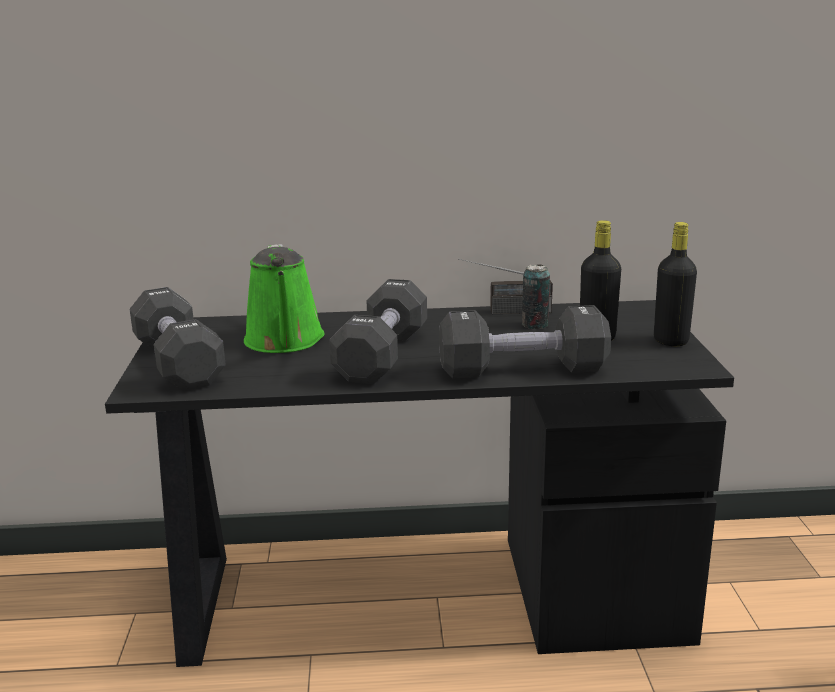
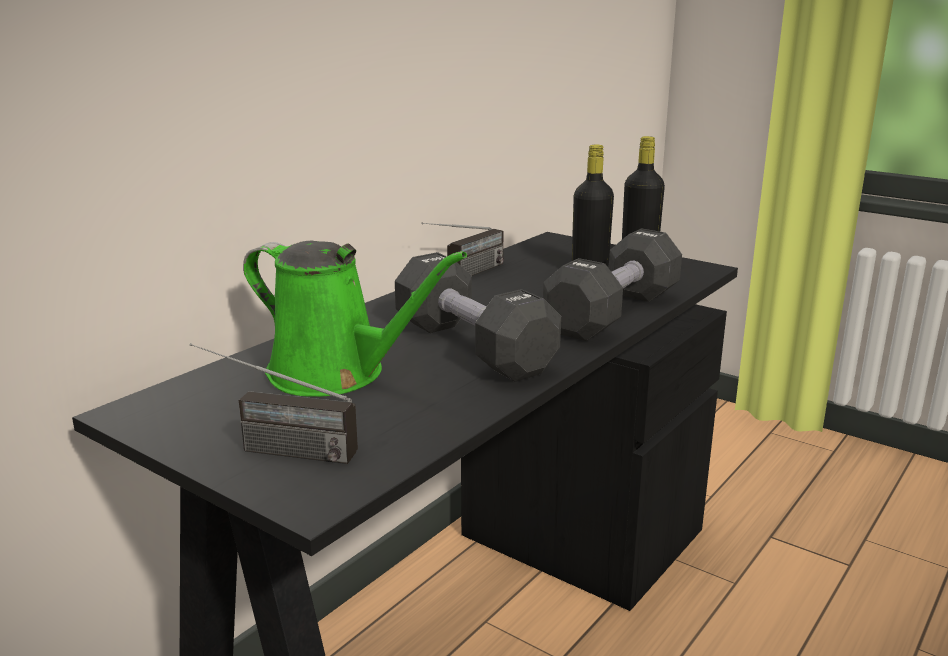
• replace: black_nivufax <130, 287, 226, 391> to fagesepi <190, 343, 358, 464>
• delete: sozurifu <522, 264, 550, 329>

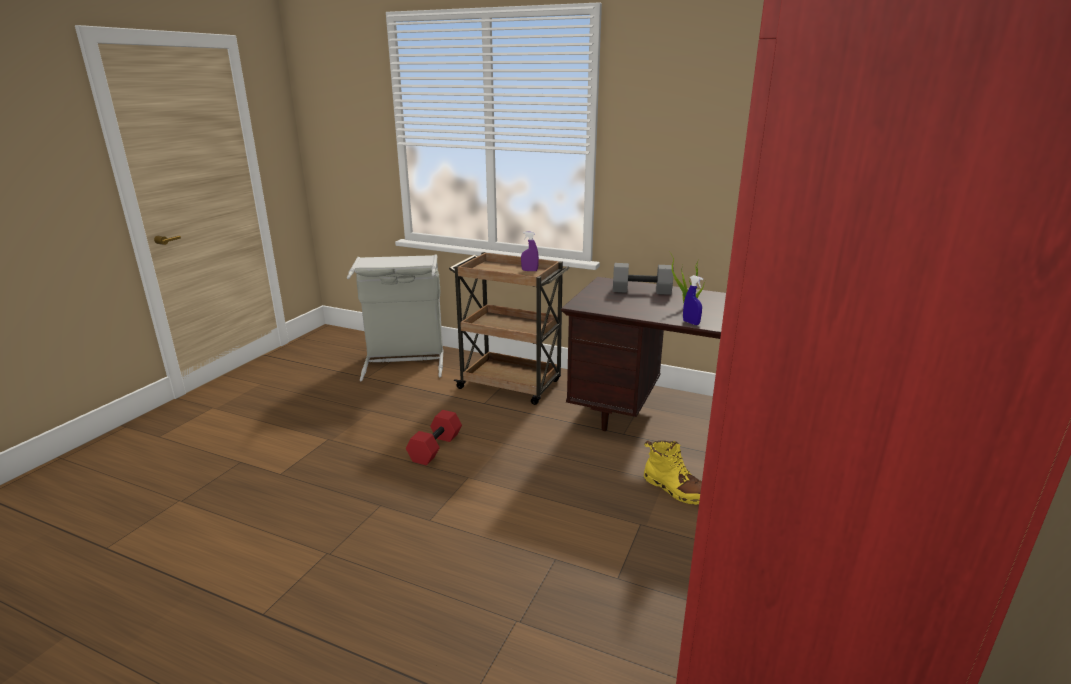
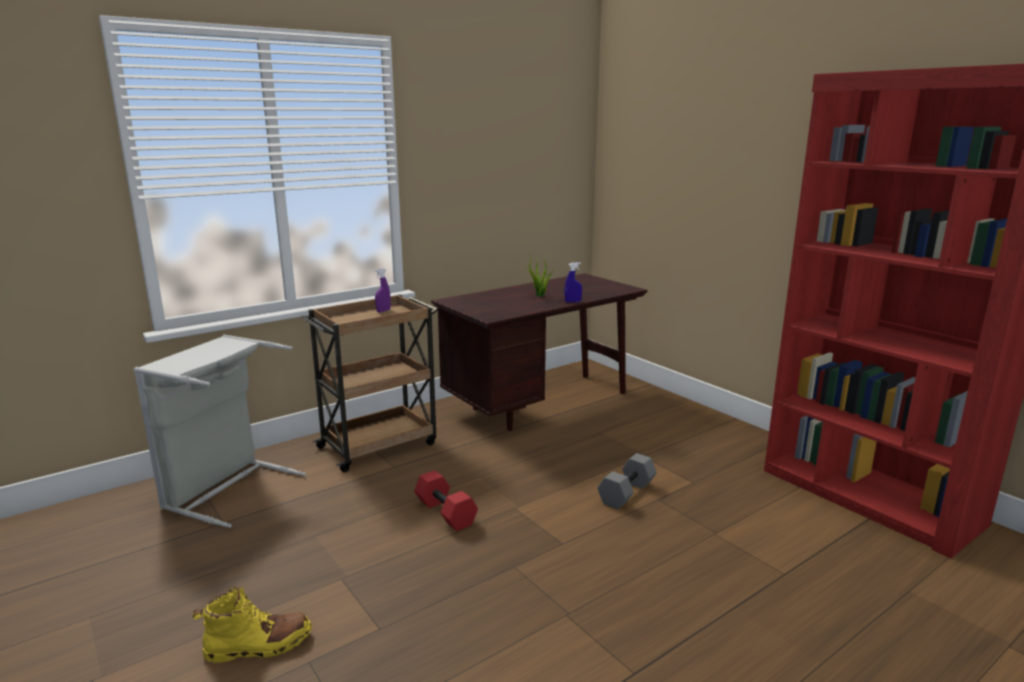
• move: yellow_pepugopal <644, 441, 702, 505> to <193, 587, 312, 664>
• move: grey_nivufax <613, 263, 674, 295> to <597, 453, 657, 509>

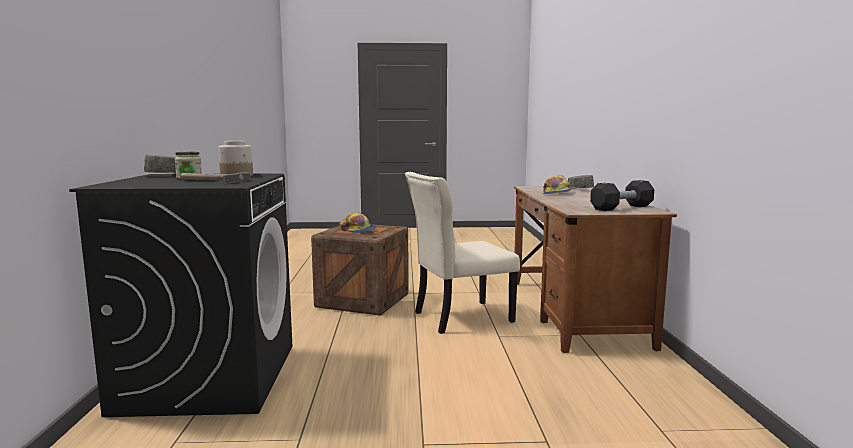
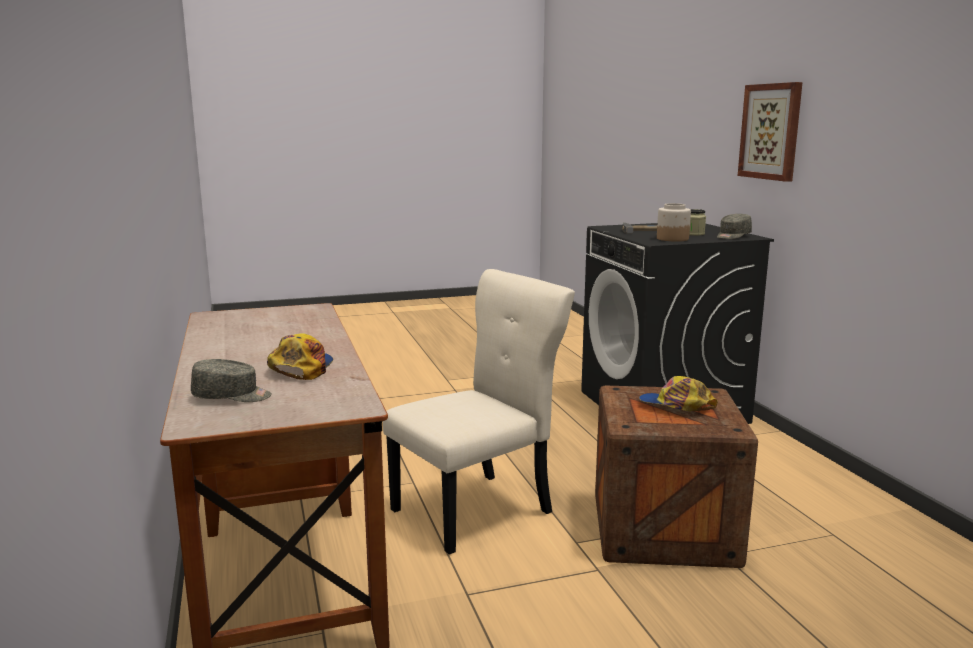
• insert: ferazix <738, 82, 803, 182>
• delete: black_nivufax <590, 180, 654, 211>

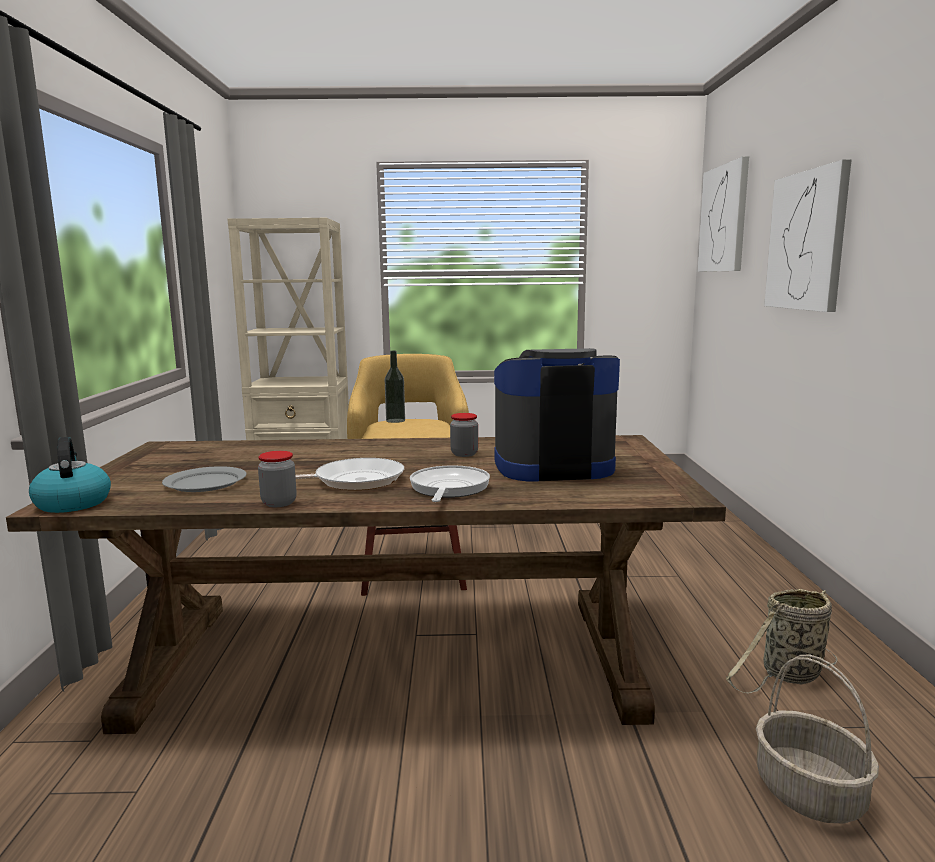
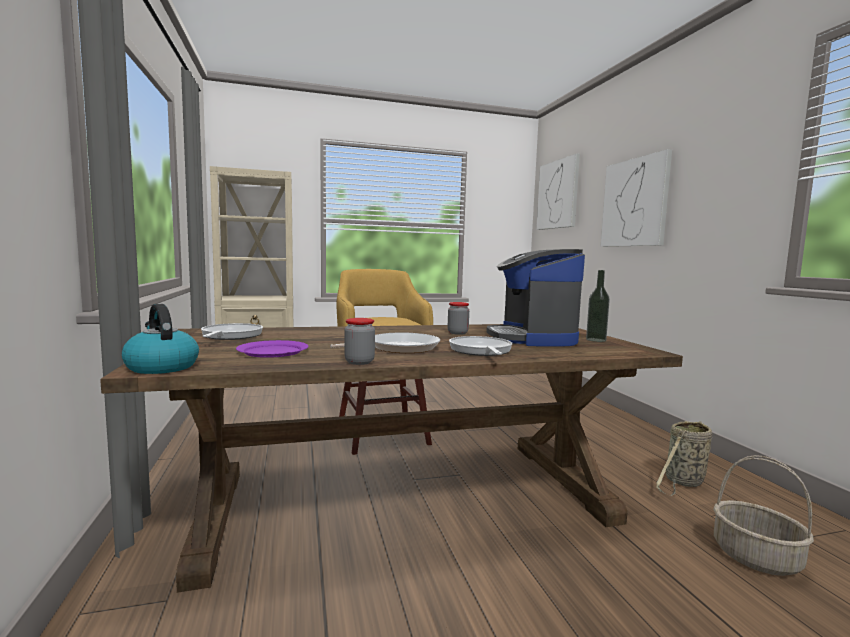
• insert: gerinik <201, 323, 263, 340>
• recolor: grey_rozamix <162, 466, 247, 492> to purple_rozamix <236, 340, 309, 358>
• rotate: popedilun <494, 348, 620, 482> = <487, 249, 585, 347> 75 degrees counterclockwise
• move: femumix <385, 350, 405, 423> to <586, 270, 610, 342>

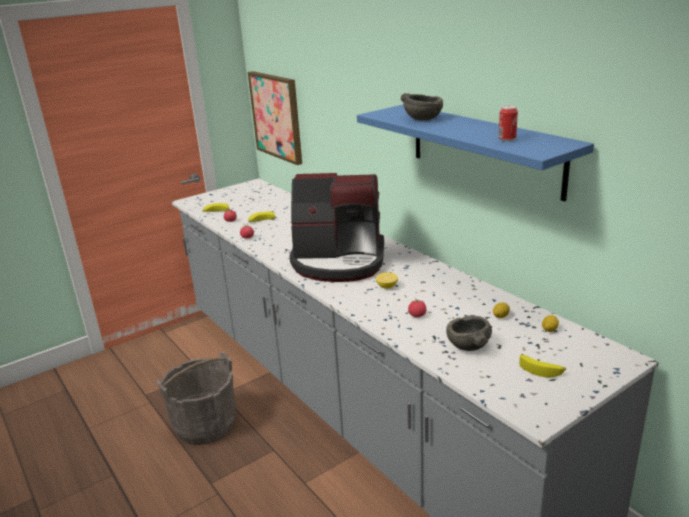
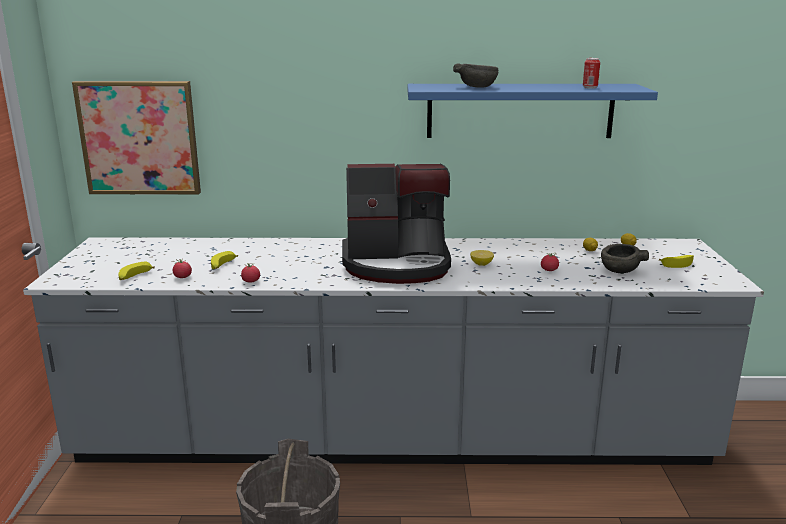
• rotate: popedilun <290, 173, 384, 282> = <342, 164, 451, 284> 45 degrees clockwise

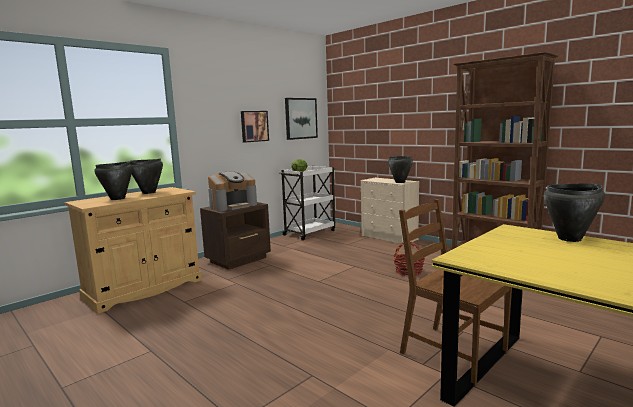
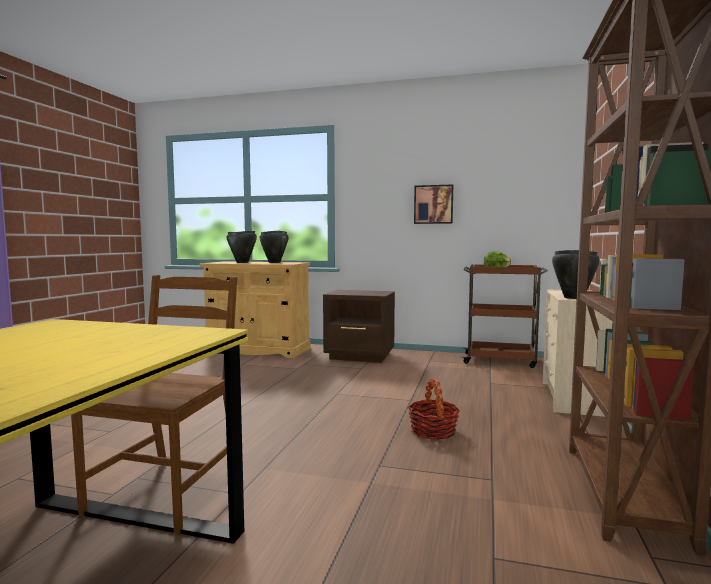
• recolor: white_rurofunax <280, 166, 335, 240> to brown_rurofunax <461, 264, 548, 368>
• delete: popedilun <208, 172, 257, 211>
• delete: ferazix <285, 98, 318, 140>
• delete: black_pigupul <544, 183, 605, 242>

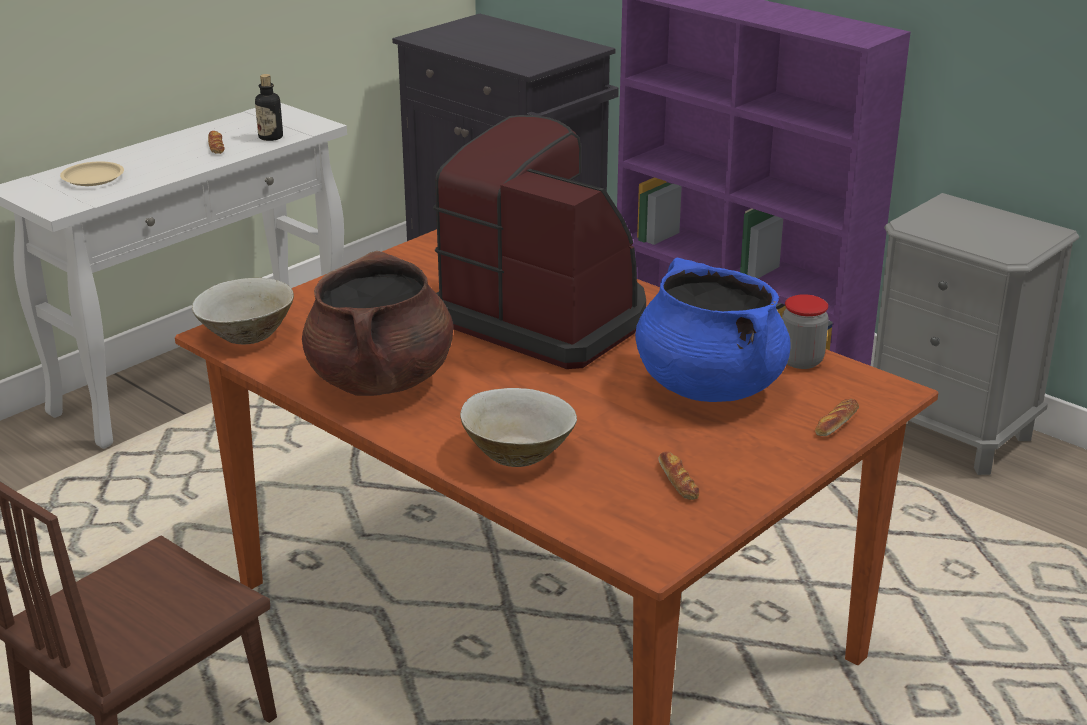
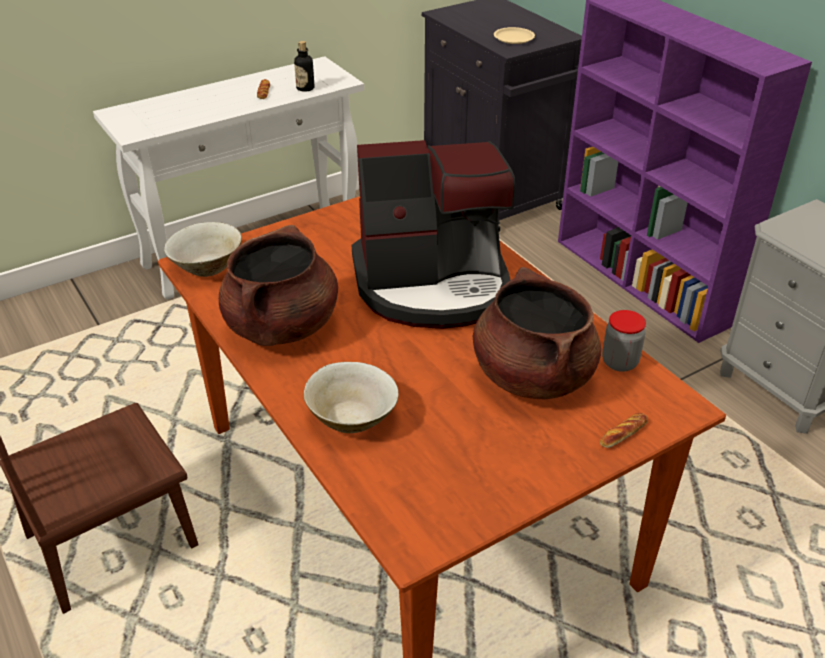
• rotate: popedilun <433, 115, 646, 369> = <352, 140, 515, 329> 120 degrees clockwise
• recolor: blue_pigupul <635, 257, 791, 402> to brown_pigupul <473, 267, 601, 399>
• move: beige_rozamix <60, 161, 124, 186> to <494, 27, 535, 44>
• delete: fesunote <658, 452, 699, 500>

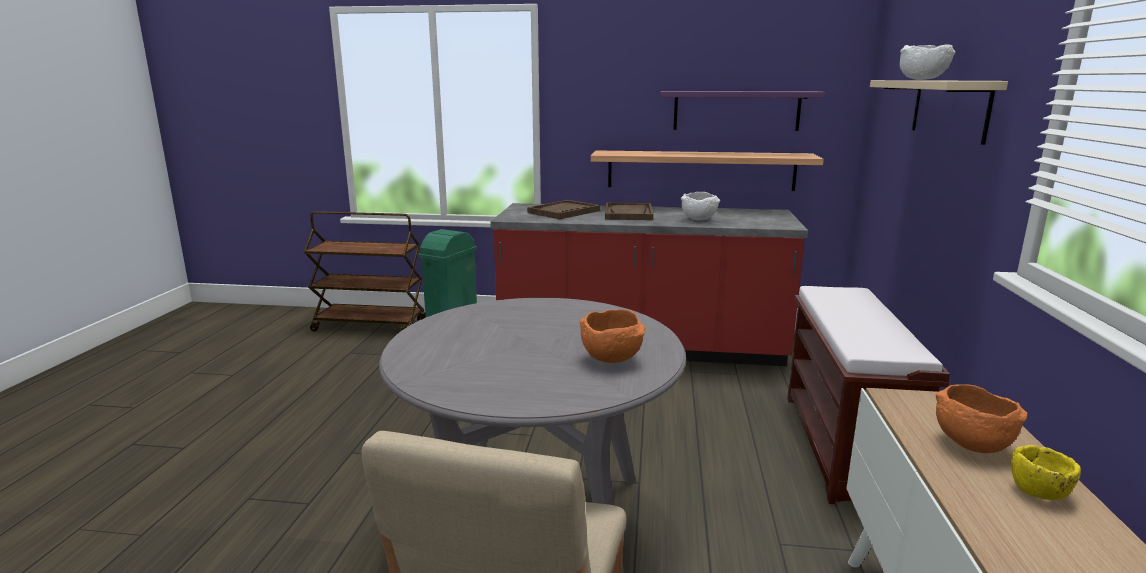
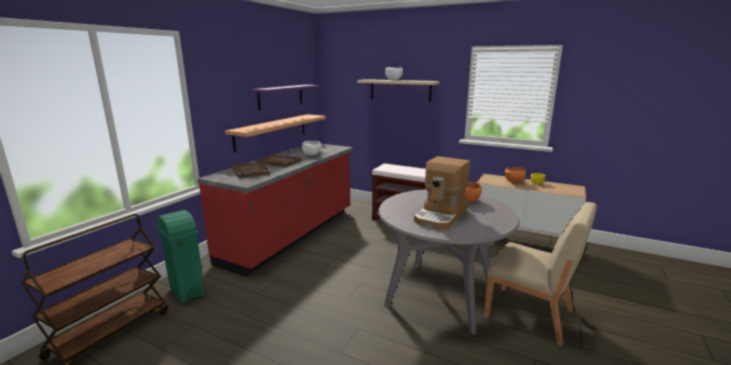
• insert: popedilun <414, 156, 470, 230>

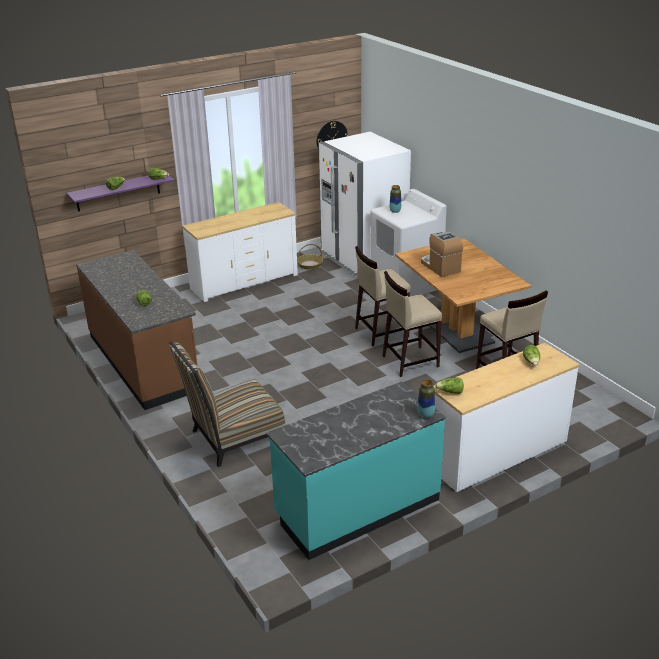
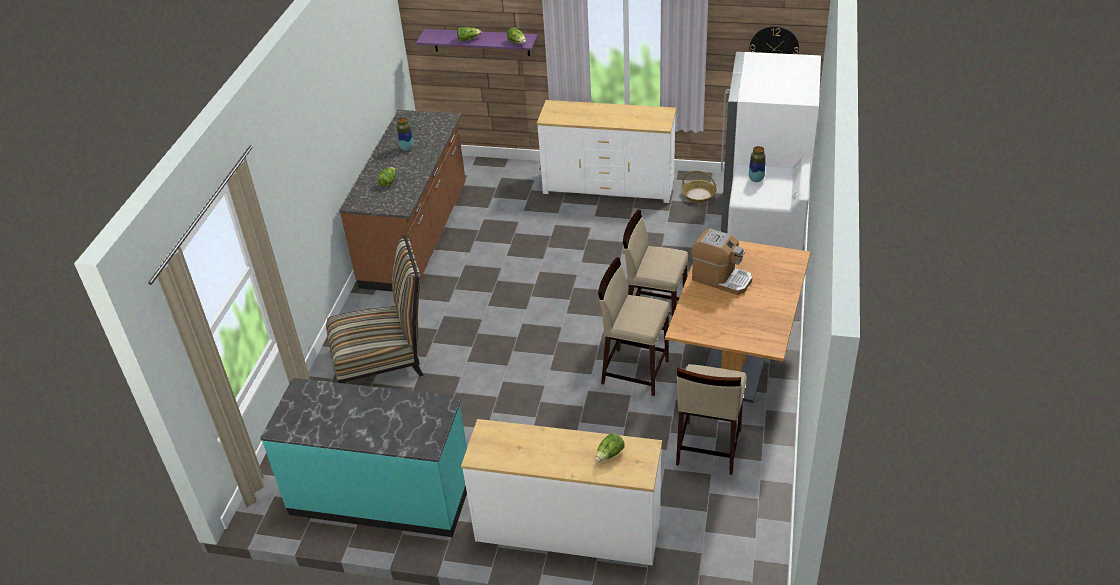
• rotate: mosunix <169, 341, 286, 467> = <326, 235, 423, 384> 150 degrees clockwise
• move: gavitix <417, 379, 435, 418> to <397, 117, 414, 151>
• rotate: popedilun <421, 231, 463, 277> = <691, 229, 752, 295> 105 degrees clockwise
• delete: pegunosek <435, 378, 463, 394>

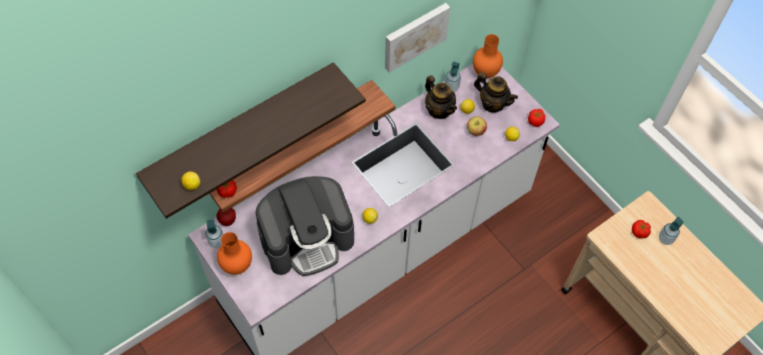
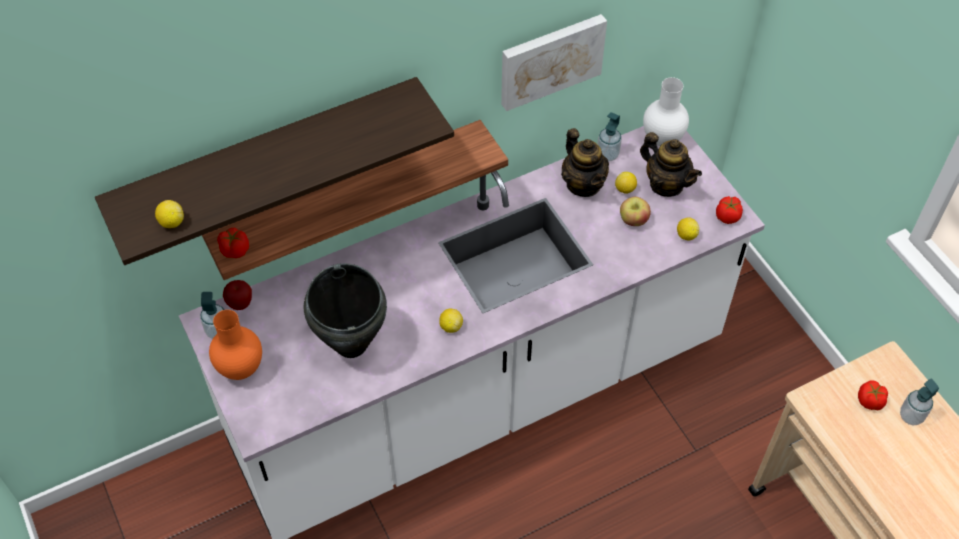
• replace: popedilun <256, 176, 354, 276> to black_pigupul <304, 263, 387, 358>
• recolor: orange_gavitix <473, 34, 503, 78> to white_gavitix <643, 77, 689, 146>

